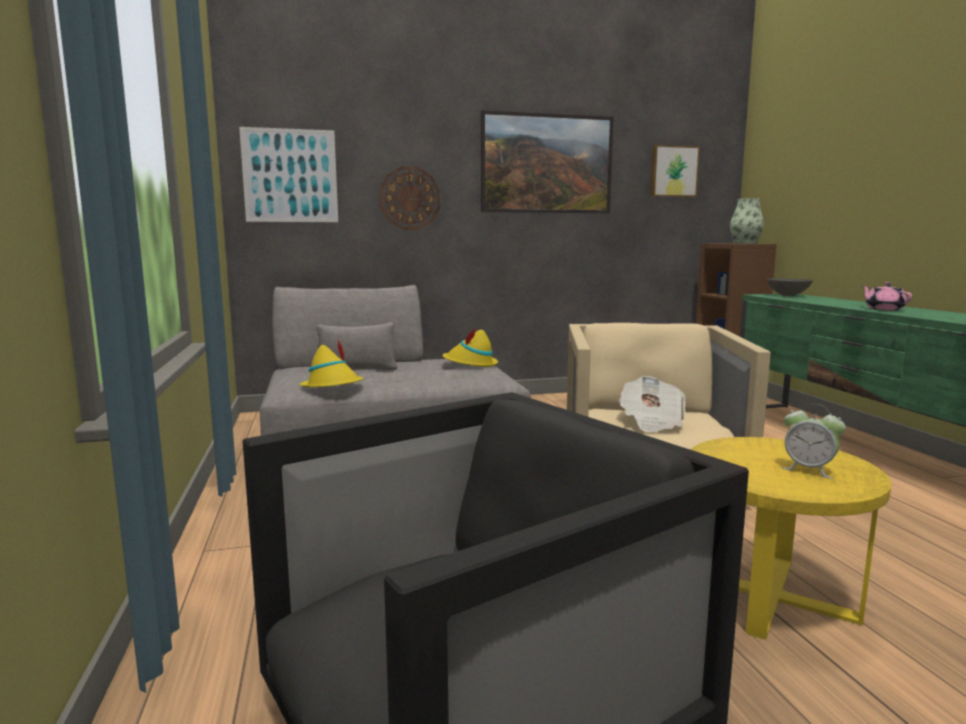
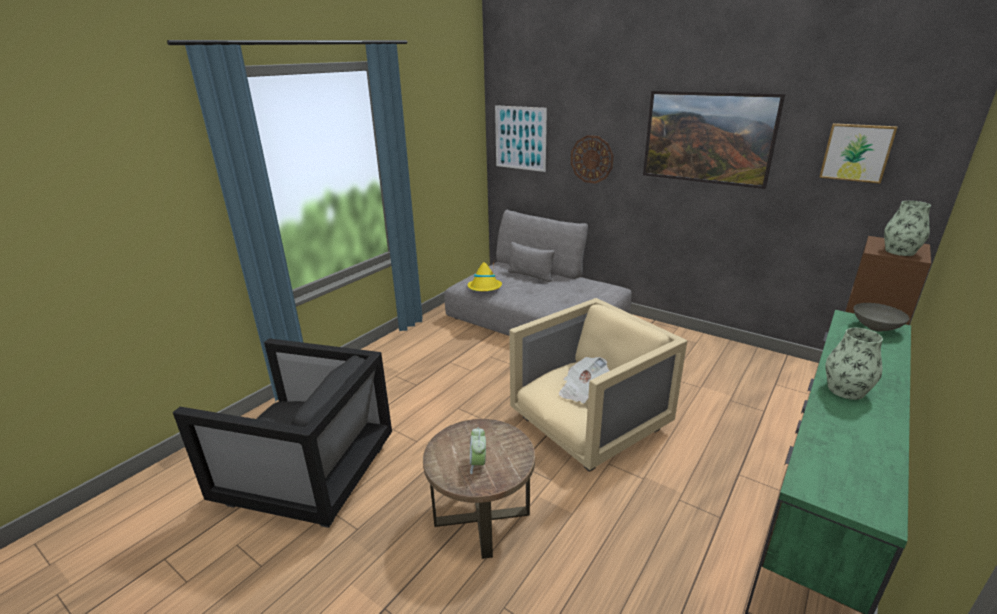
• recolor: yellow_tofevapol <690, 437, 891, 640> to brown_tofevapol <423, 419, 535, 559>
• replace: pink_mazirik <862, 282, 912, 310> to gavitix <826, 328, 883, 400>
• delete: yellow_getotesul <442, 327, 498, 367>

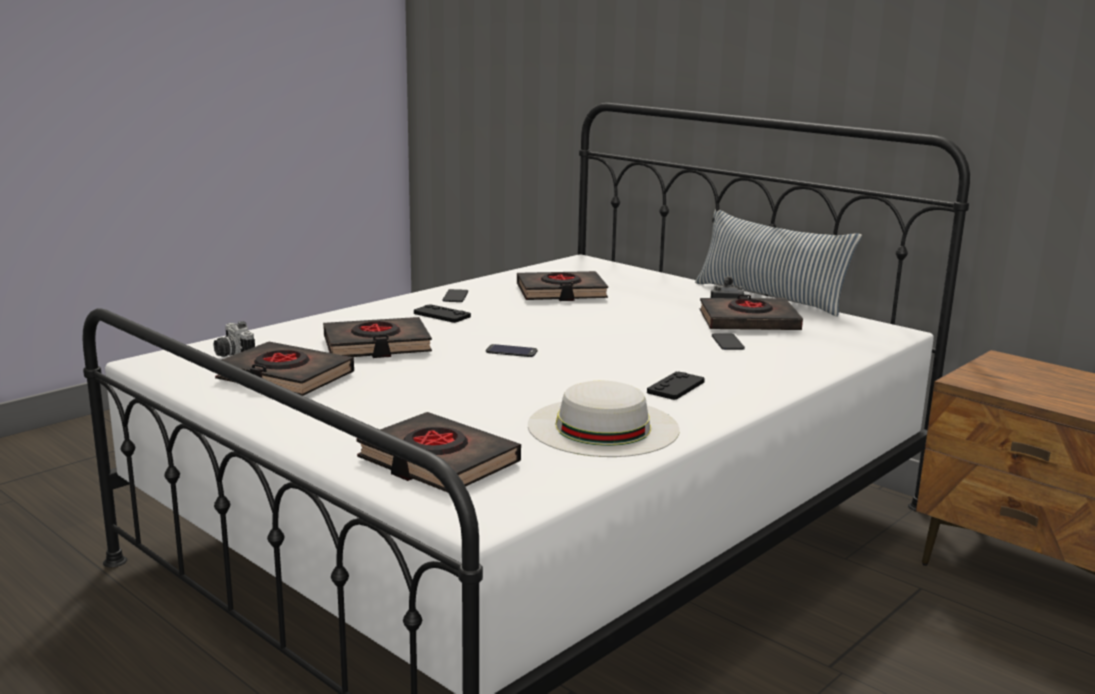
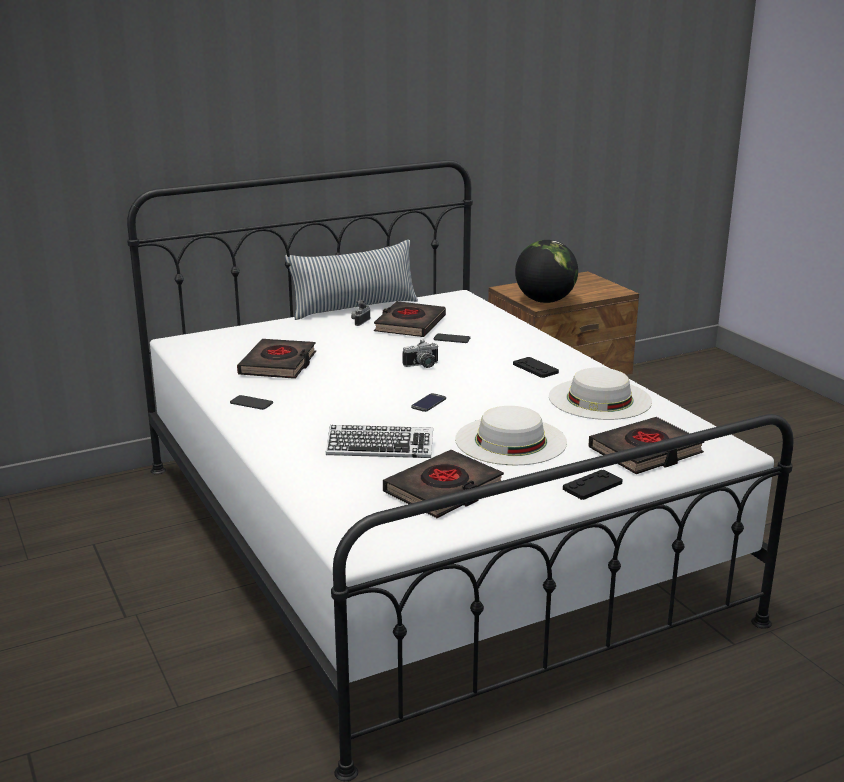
• replace: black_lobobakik <323, 317, 432, 358> to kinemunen <326, 425, 433, 458>
• move: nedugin <214, 321, 255, 357> to <402, 340, 438, 368>
• insert: white_getotesul <455, 406, 567, 465>
• insert: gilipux <515, 240, 578, 303>
• move: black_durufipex <414, 304, 471, 323> to <563, 470, 622, 500>

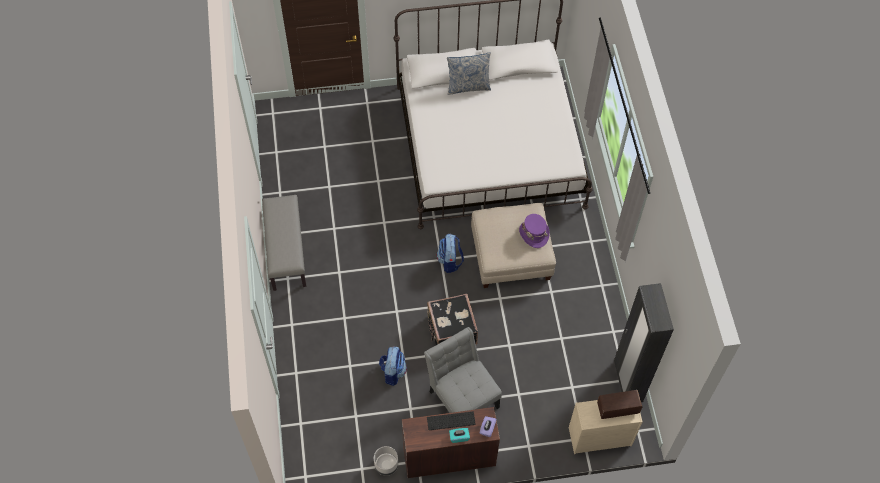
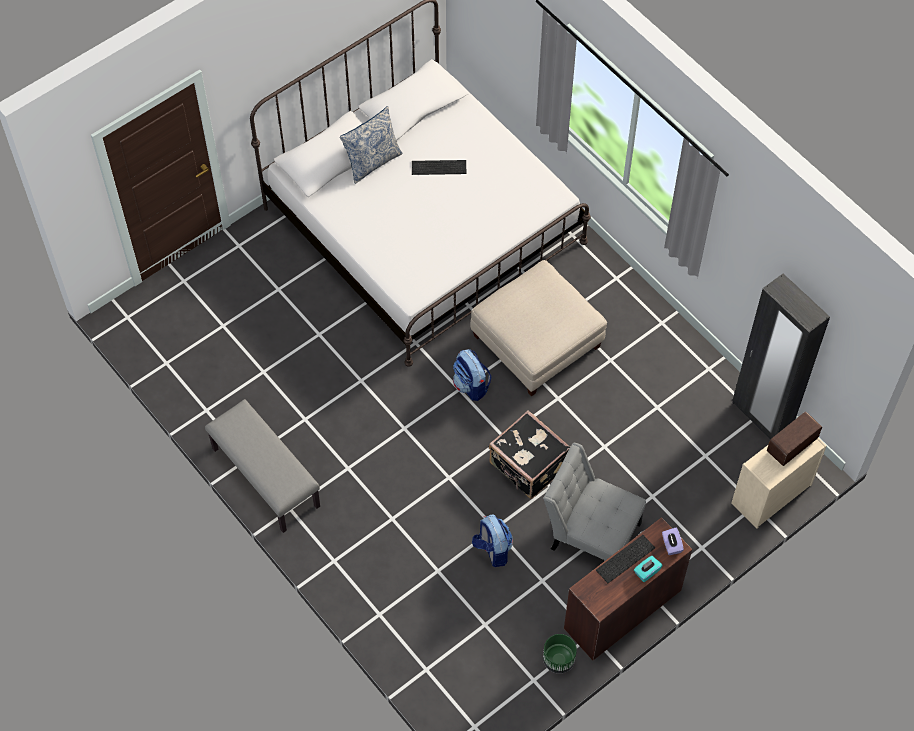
• insert: kinemunen <412, 160, 466, 175>
• recolor: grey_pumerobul <374, 446, 398, 476> to green_pumerobul <543, 634, 577, 673>
• delete: purple_getotesul <519, 214, 550, 248>

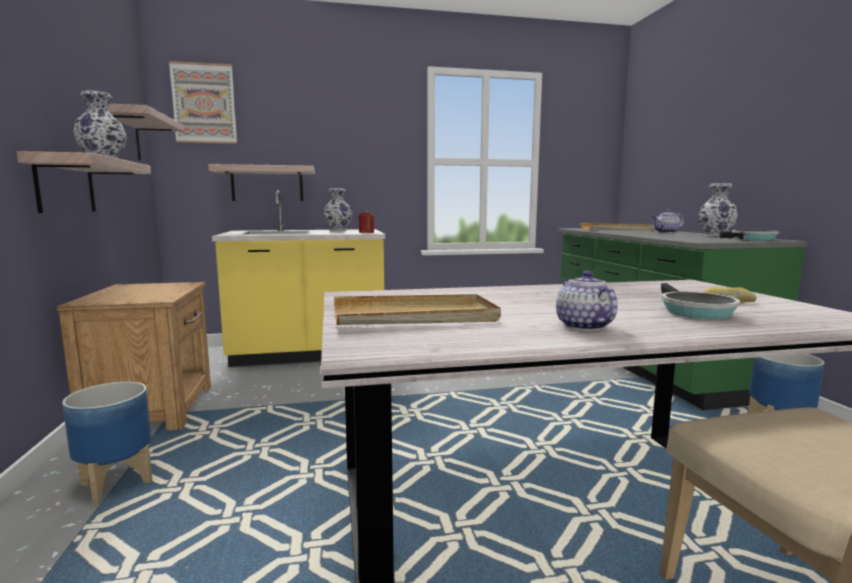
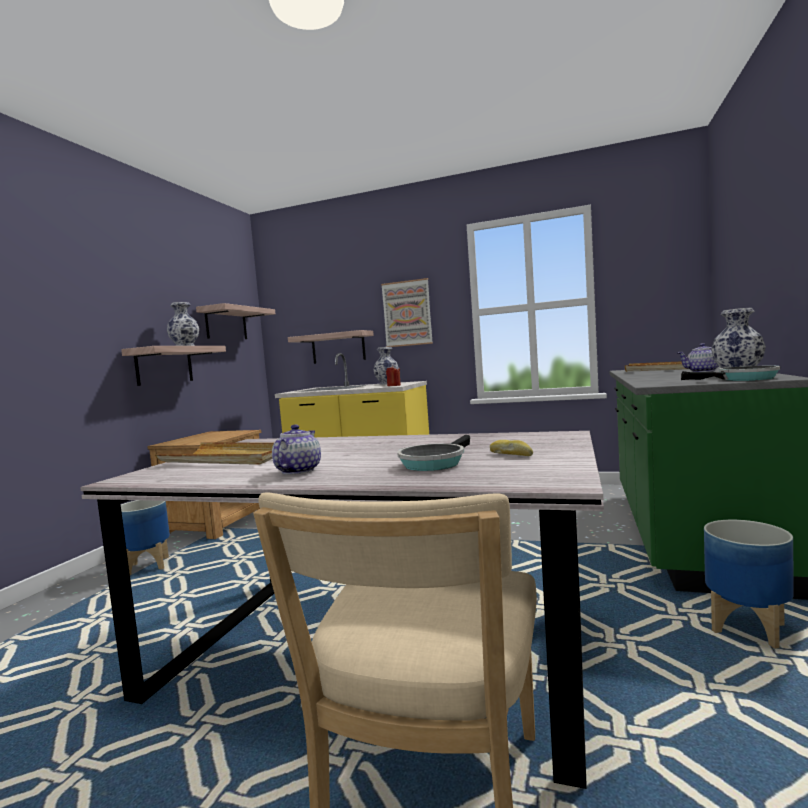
• move: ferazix <169, 61, 237, 144> to <381, 278, 433, 347>

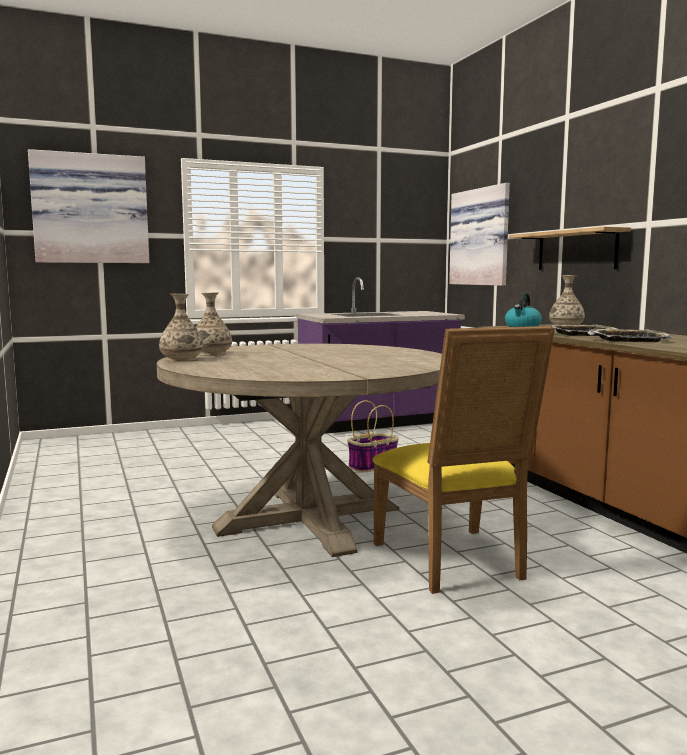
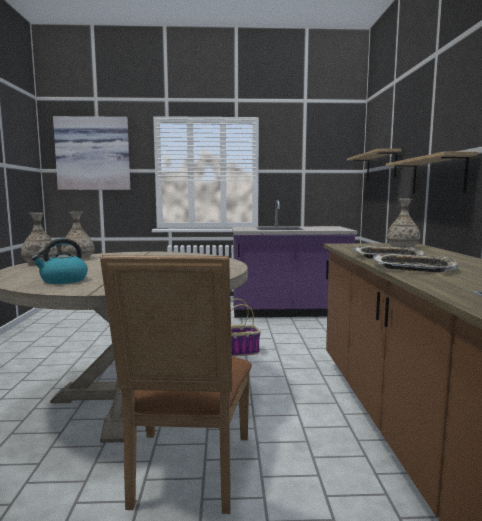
• move: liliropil <505, 292, 542, 327> to <31, 238, 88, 284>
• recolor: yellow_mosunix <373, 326, 555, 594> to brown_mosunix <100, 255, 252, 514>
• replace: ferazix <449, 183, 510, 286> to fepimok <347, 149, 402, 181>

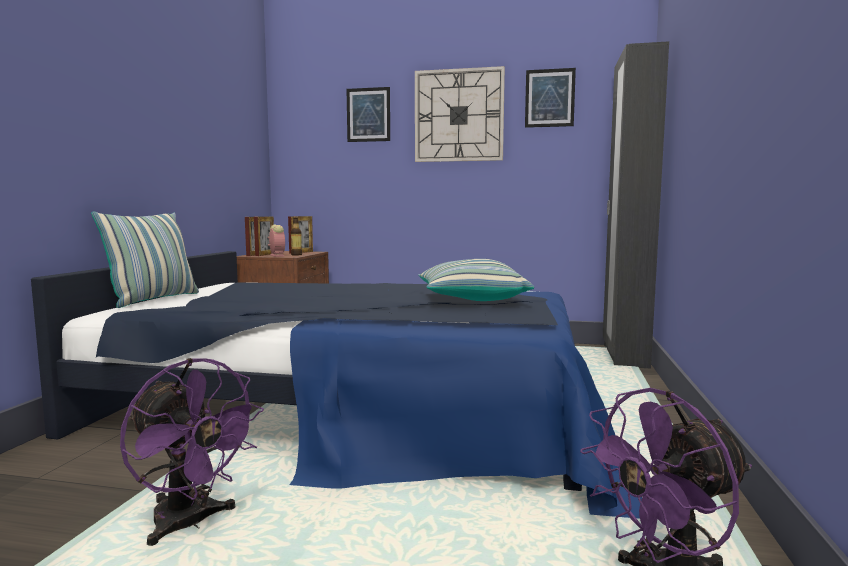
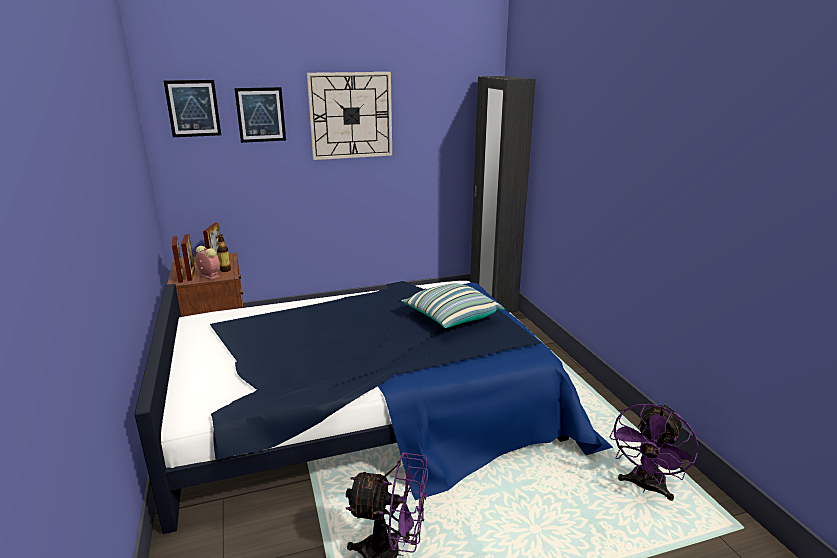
• move: ferazix <525, 68, 576, 128> to <164, 80, 221, 137>
• delete: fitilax <91, 211, 199, 308>

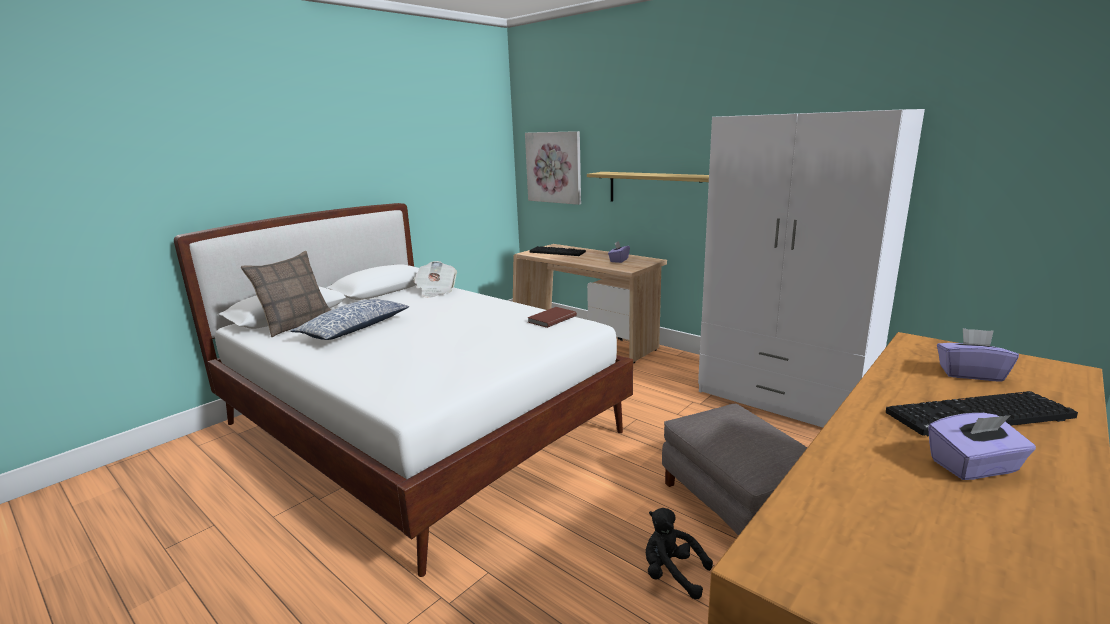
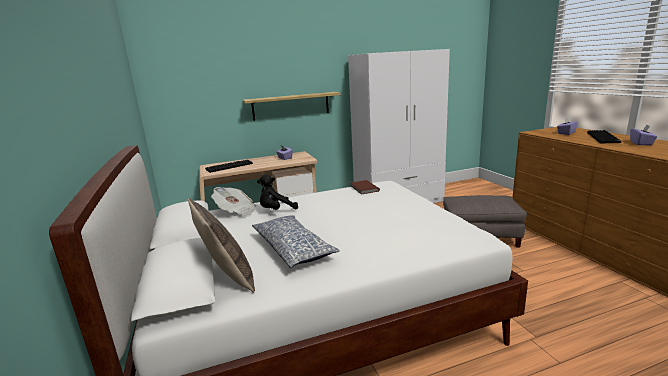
• move: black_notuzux <646, 508, 713, 599> to <257, 174, 298, 210>
• delete: ferazix <525, 131, 581, 205>

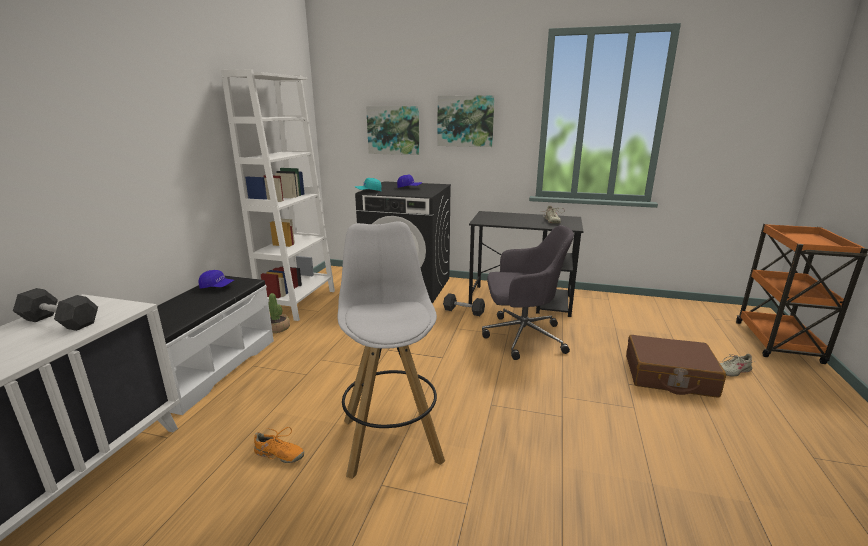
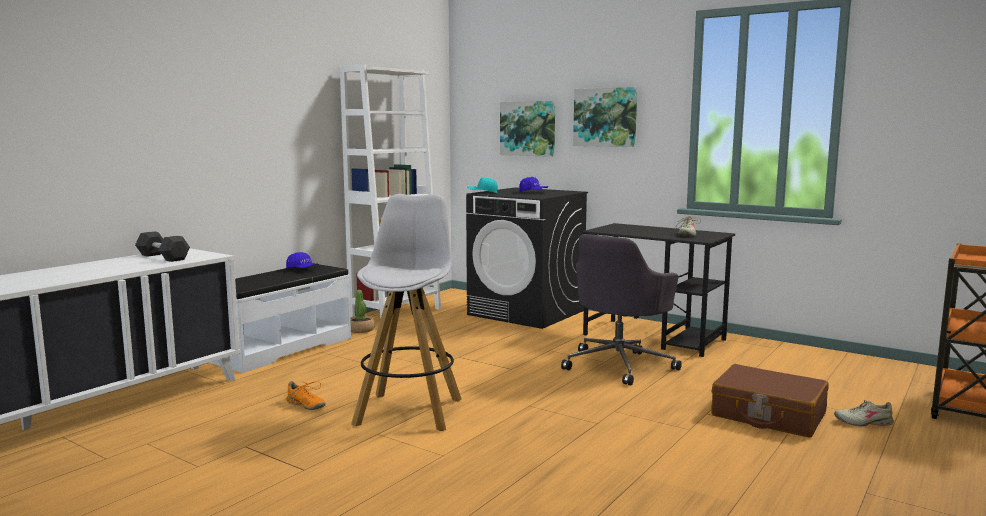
• rotate: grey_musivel <482, 225, 574, 360> = <561, 234, 682, 385> 105 degrees clockwise
• delete: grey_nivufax <443, 293, 485, 316>

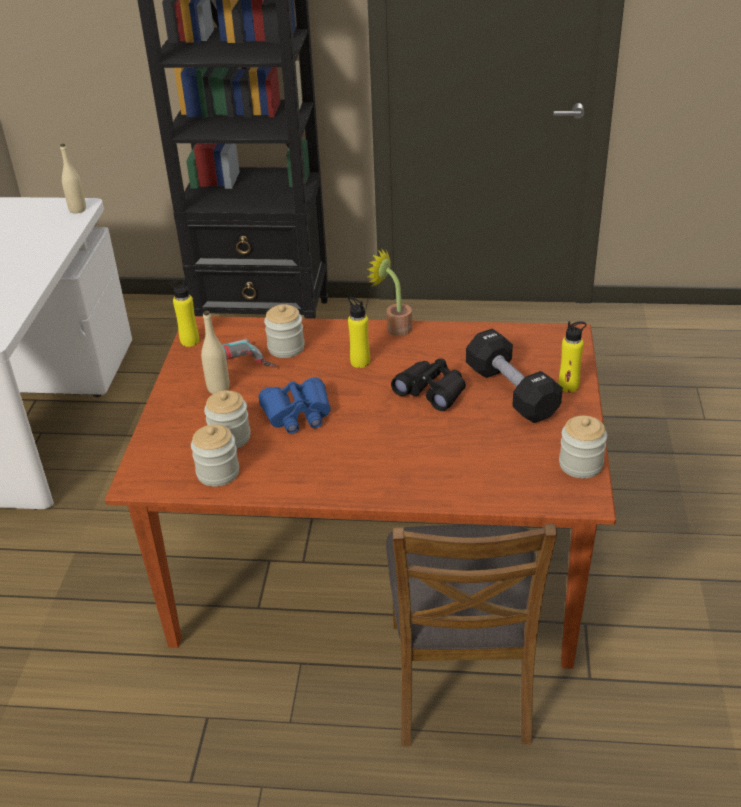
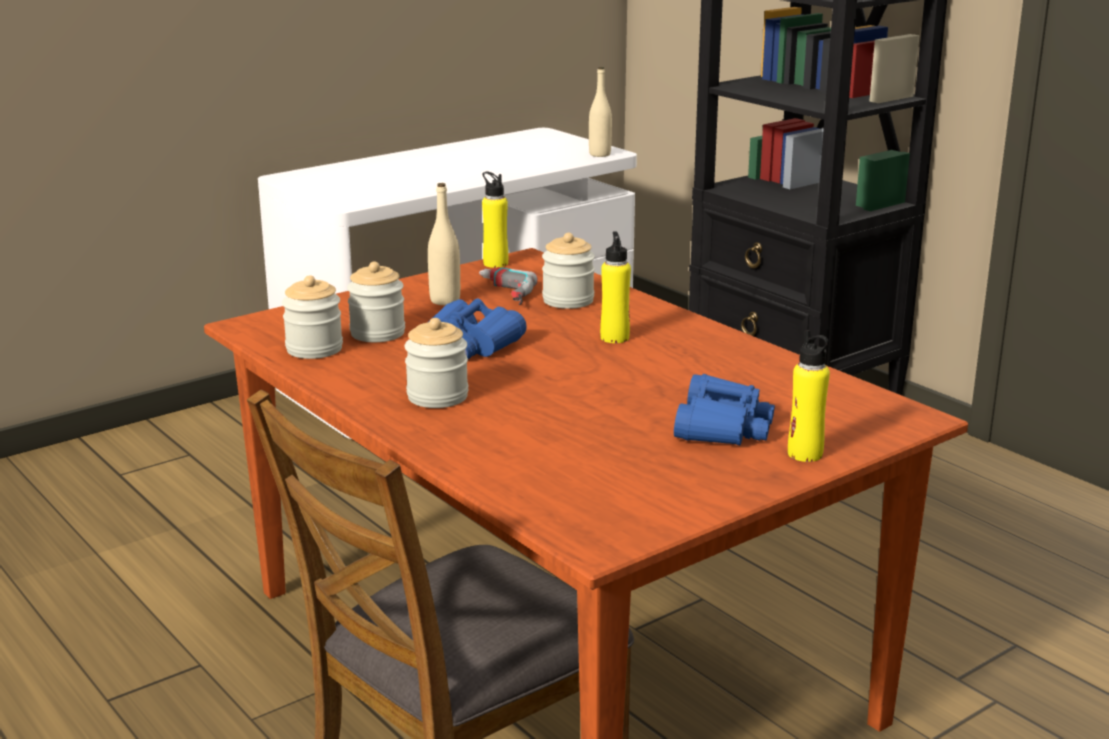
• move: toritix <559, 416, 607, 478> to <404, 318, 468, 408>
• replace: black_nivufax <466, 329, 563, 423> to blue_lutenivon <674, 374, 775, 445>
• delete: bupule <367, 248, 412, 336>
• delete: black_lutenivon <391, 358, 466, 411>

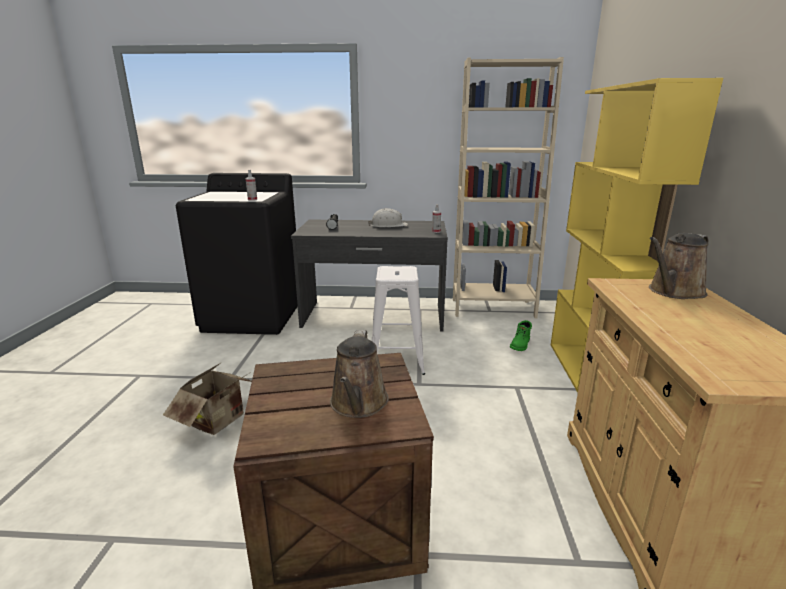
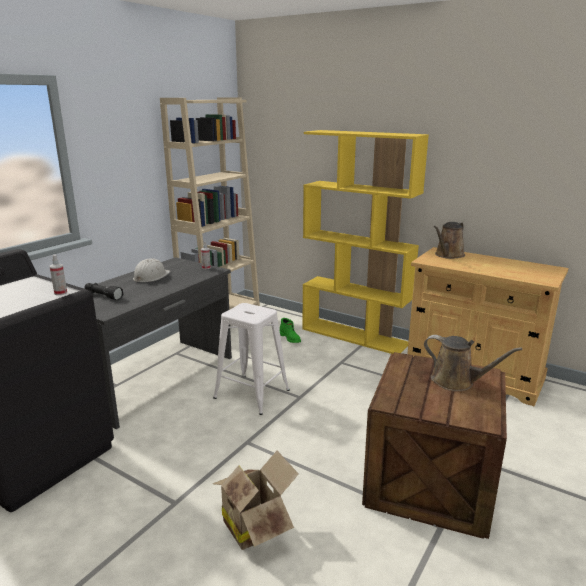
• rotate: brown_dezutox <649, 233, 709, 299> = <434, 222, 465, 259> 45 degrees clockwise

